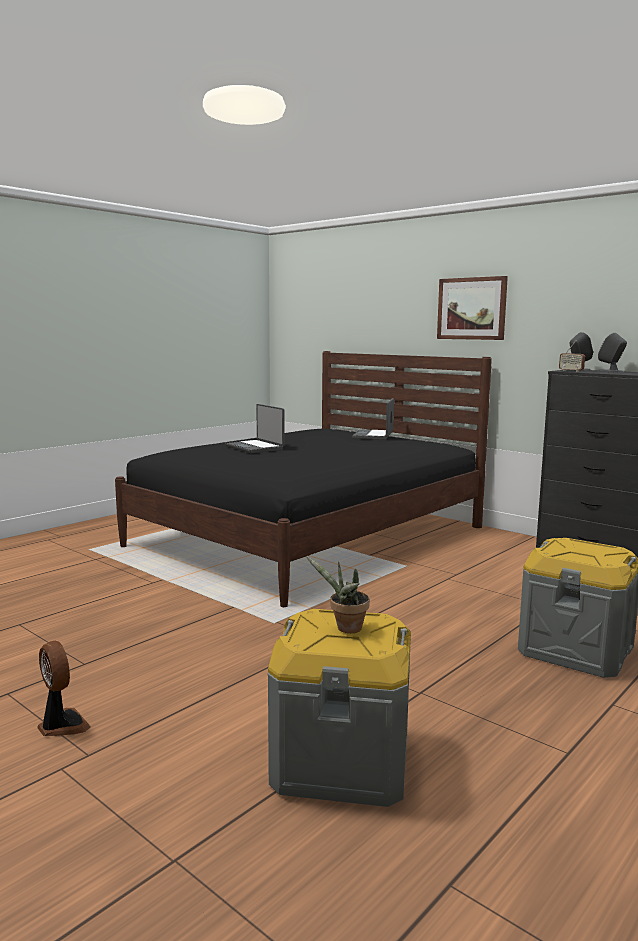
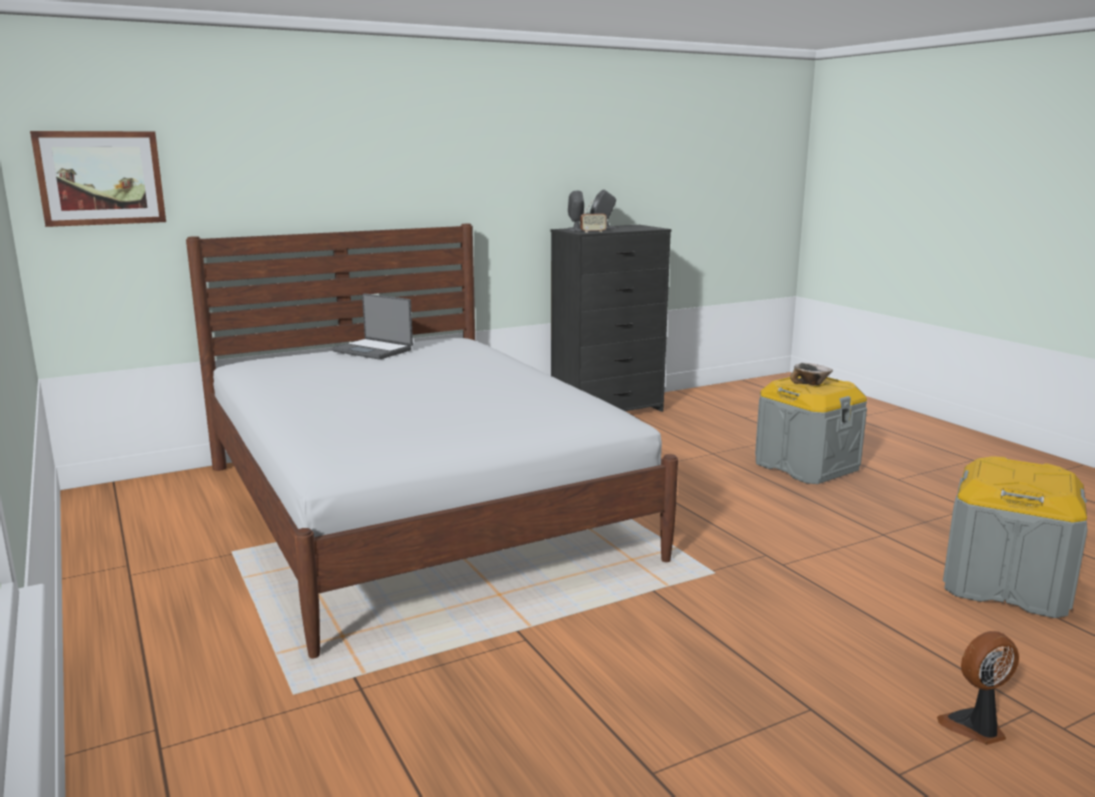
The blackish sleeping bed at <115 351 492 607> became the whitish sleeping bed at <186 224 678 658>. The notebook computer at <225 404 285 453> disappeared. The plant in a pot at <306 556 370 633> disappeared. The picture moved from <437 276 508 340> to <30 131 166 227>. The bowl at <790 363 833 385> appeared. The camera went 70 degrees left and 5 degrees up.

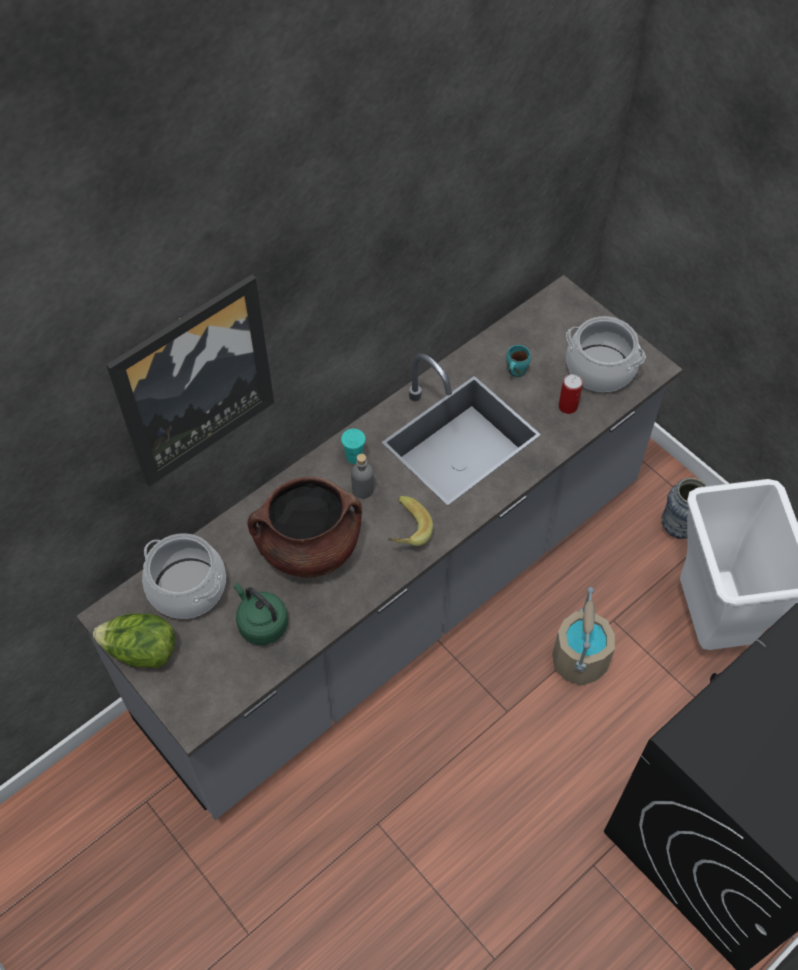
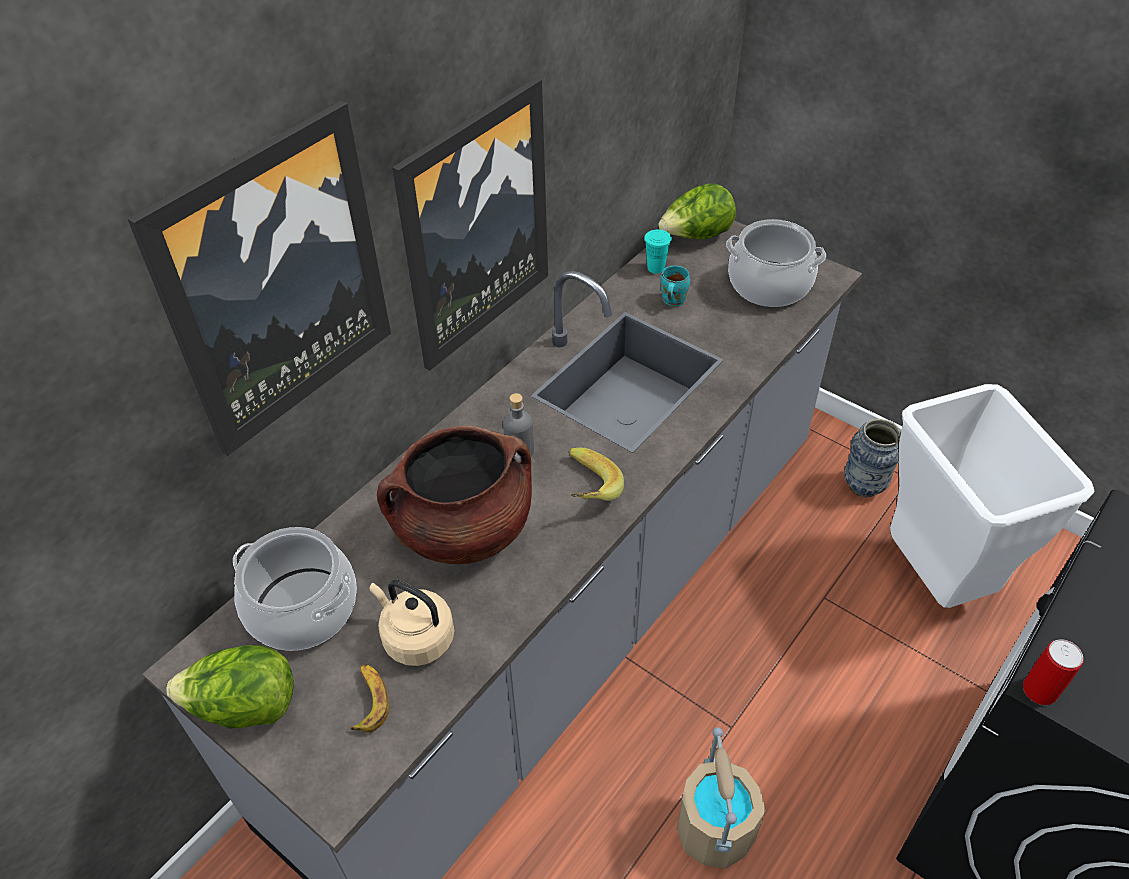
The green-coloured water kettle at <234 583 288 645> became the sand-coloured water kettle at <370 580 454 666>. The blue-green cup moved from <341 429 366 464> to <644 230 672 274>. The sand-coloured water bucket moved from <552 587 615 686> to <676 727 766 869>. The metal can moved from <559 374 583 414> to <1023 639 1084 705>. The banana fruit at <349 664 389 733> appeared. The picture at <392 78 548 371> appeared. The head of lettuce at <658 184 736 240> appeared. The camera went 10 degrees left and 10 degrees down.

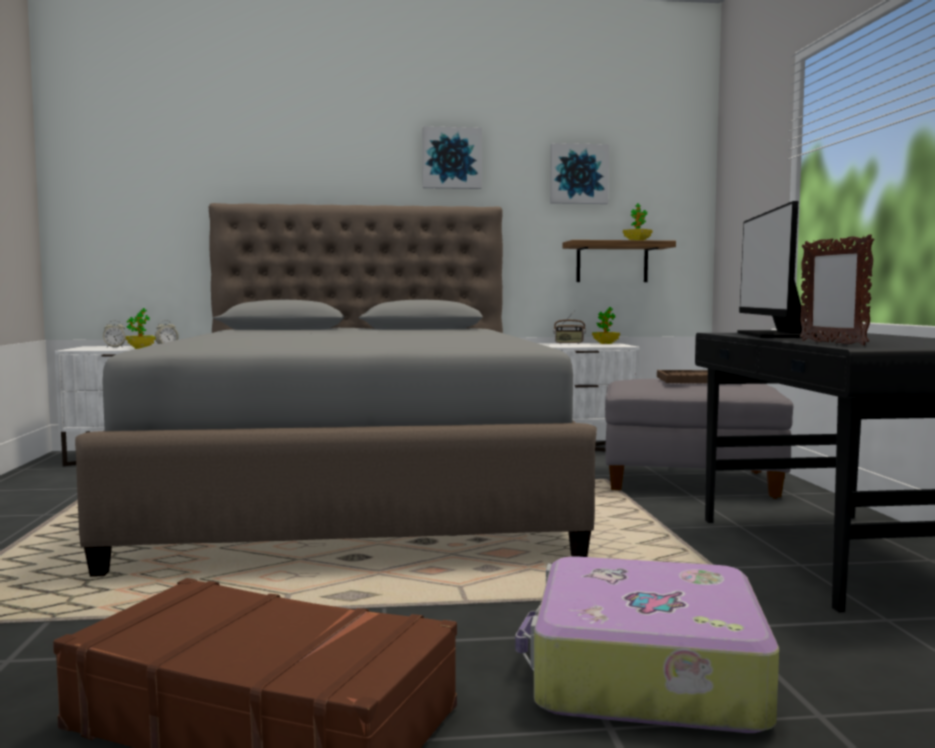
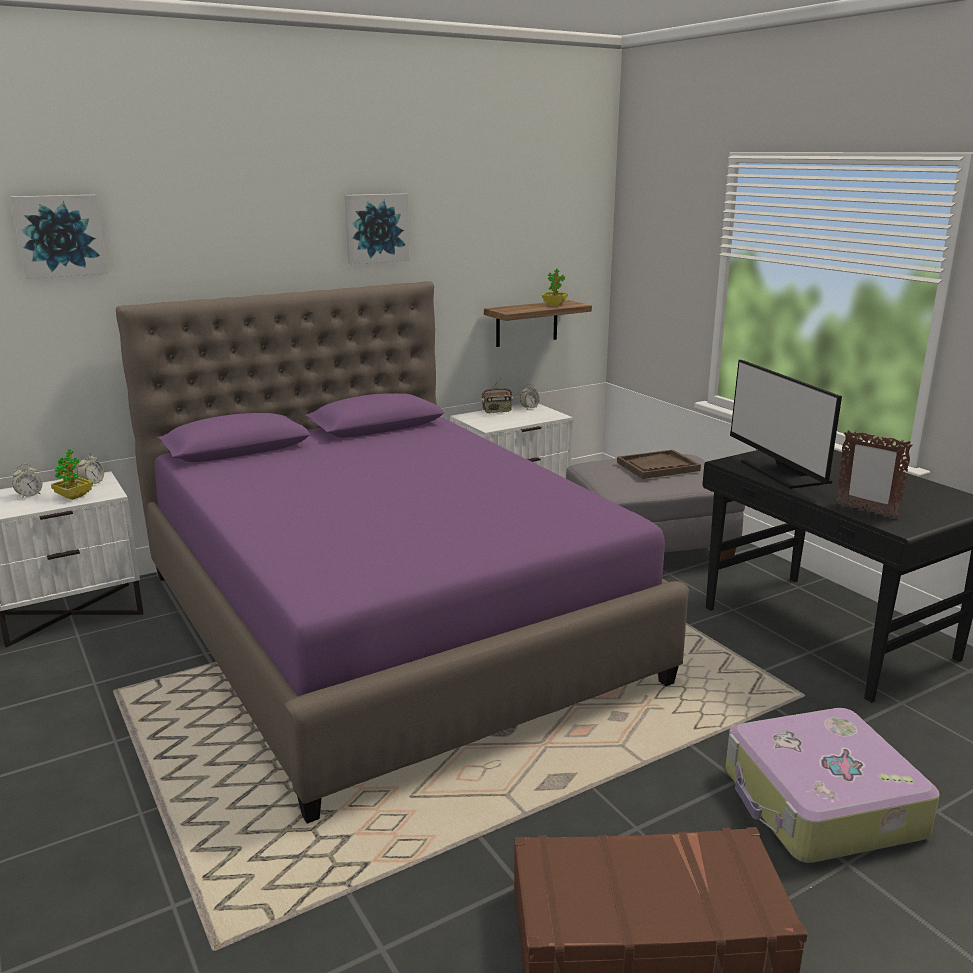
The greyish sleeping bed at <75 203 597 577> became the purple sleeping bed at <116 281 689 823>. The picture moved from <550 143 609 204> to <10 195 108 279>. The plant in a pot at <592 307 620 344> was replaced by the table clock at <520 384 540 409>. The camera went 25 degrees left and 15 degrees up.

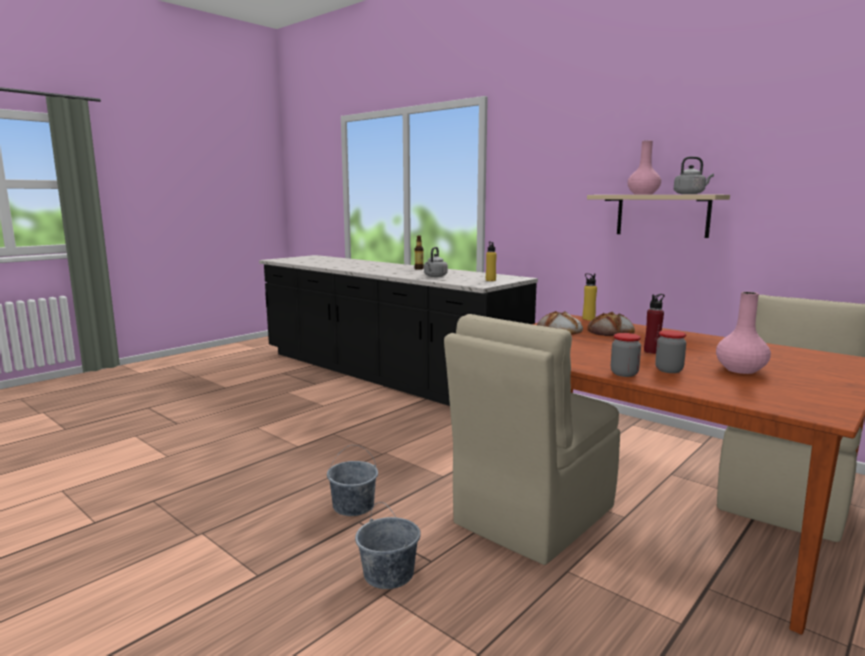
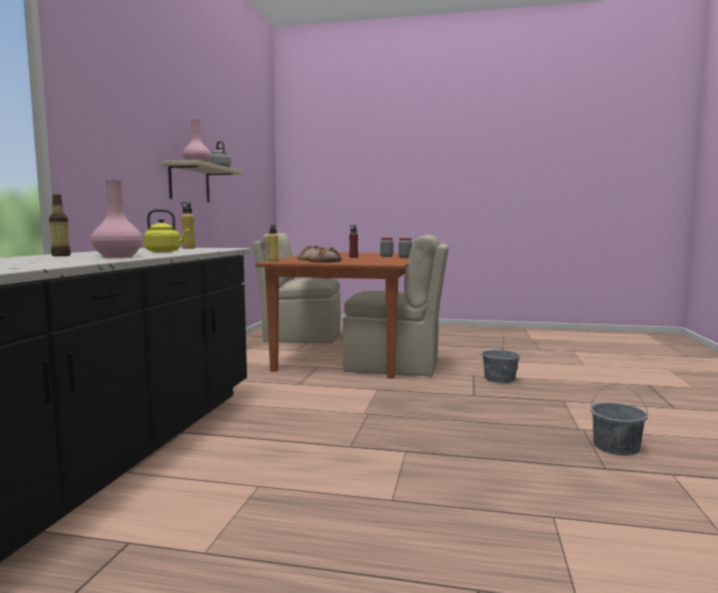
The greyish water bucket moved from <327 445 378 516> to <590 384 648 456>. The greyish water kettle at <424 247 448 277> became the yellow-coloured water kettle at <144 209 189 253>. The pink-coloured flower vase moved from <716 292 771 374> to <91 180 142 258>. The camera went 120 degrees left and 5 degrees down.

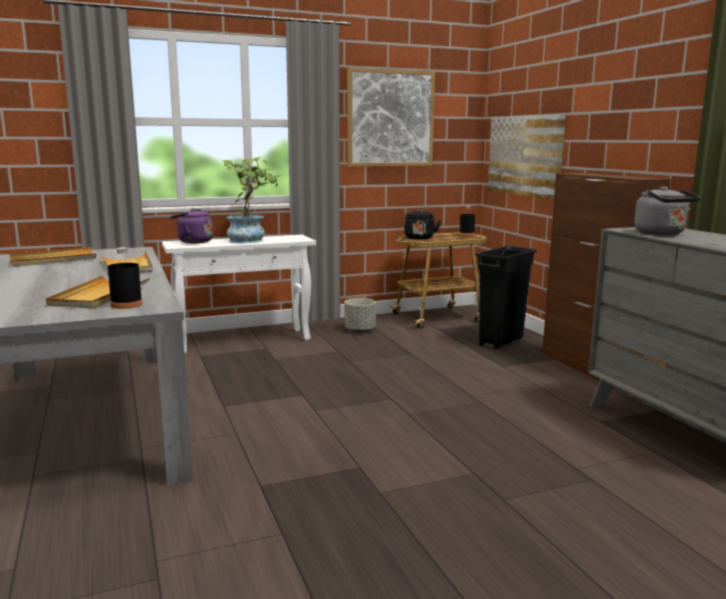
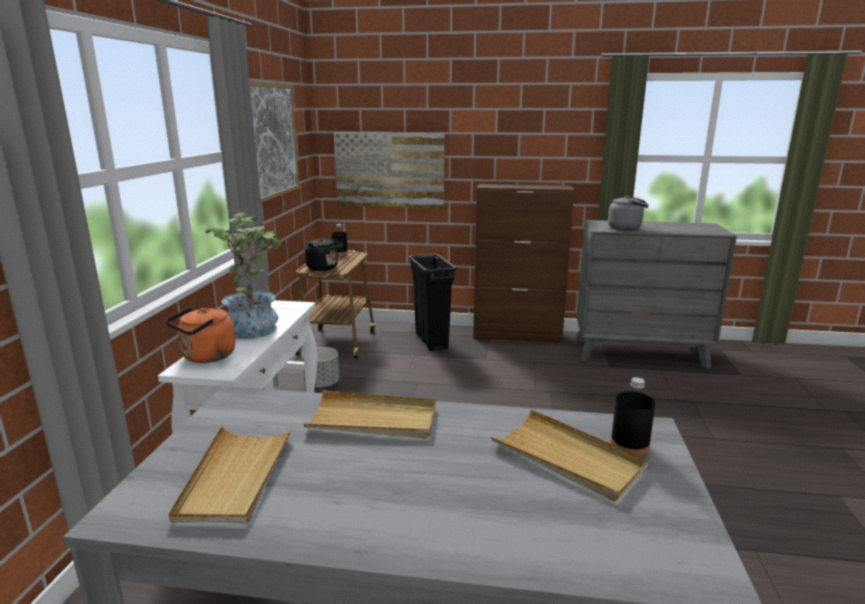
The purple water kettle at <170 209 213 243> became the orange-coloured water kettle at <165 307 235 363>. The camera went 60 degrees left and 5 degrees up.

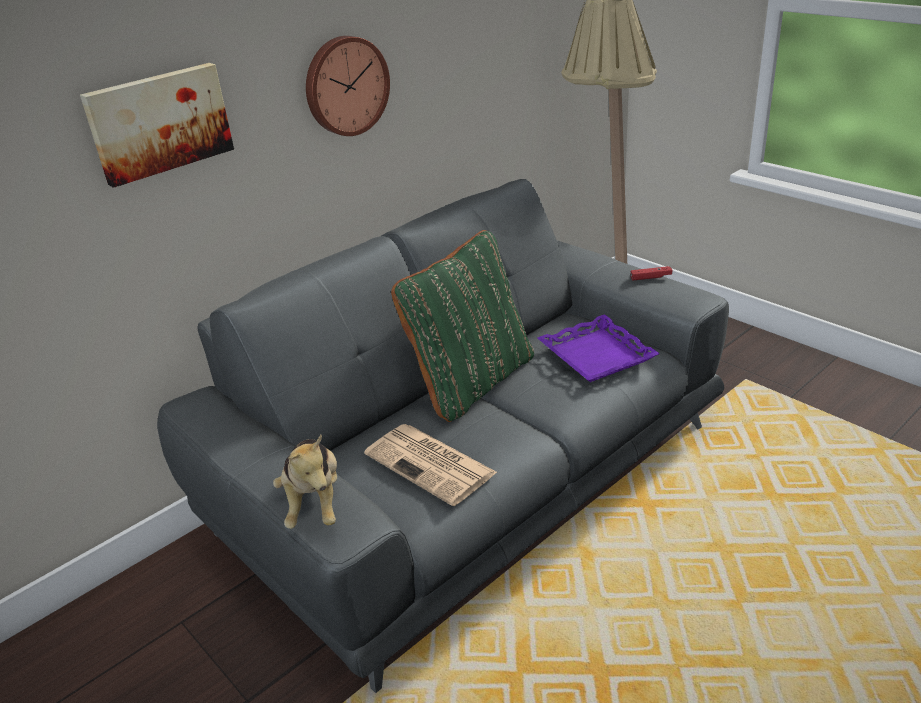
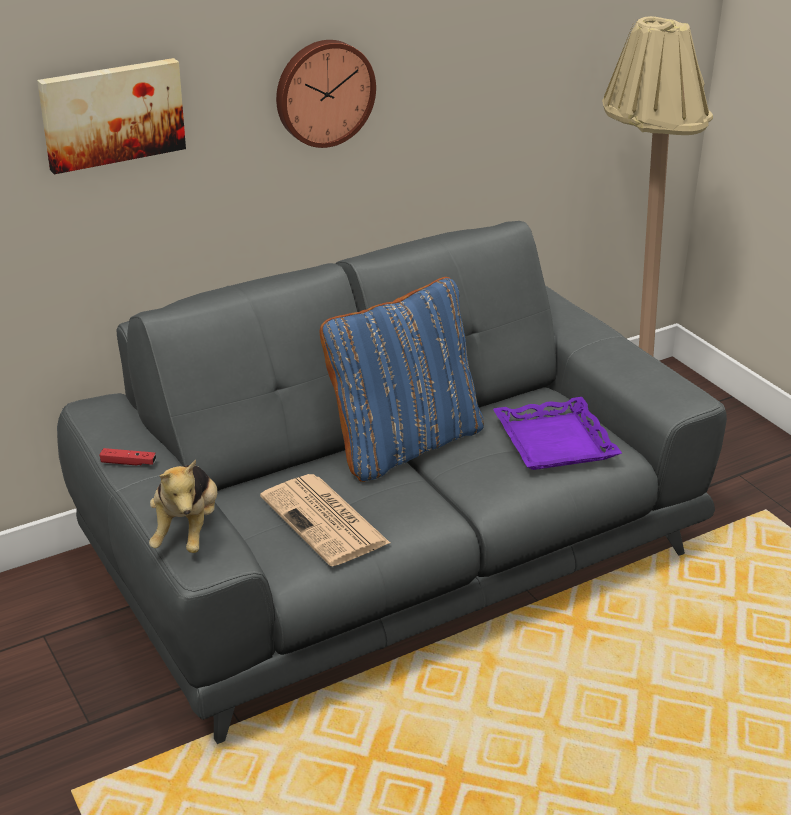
The green-coloured pillow at <391 230 534 422> became the blue-coloured pillow at <320 277 484 482>. The red joypad moved from <631 266 672 280> to <100 448 156 466>. The camera went 10 degrees right and 0 degrees up.

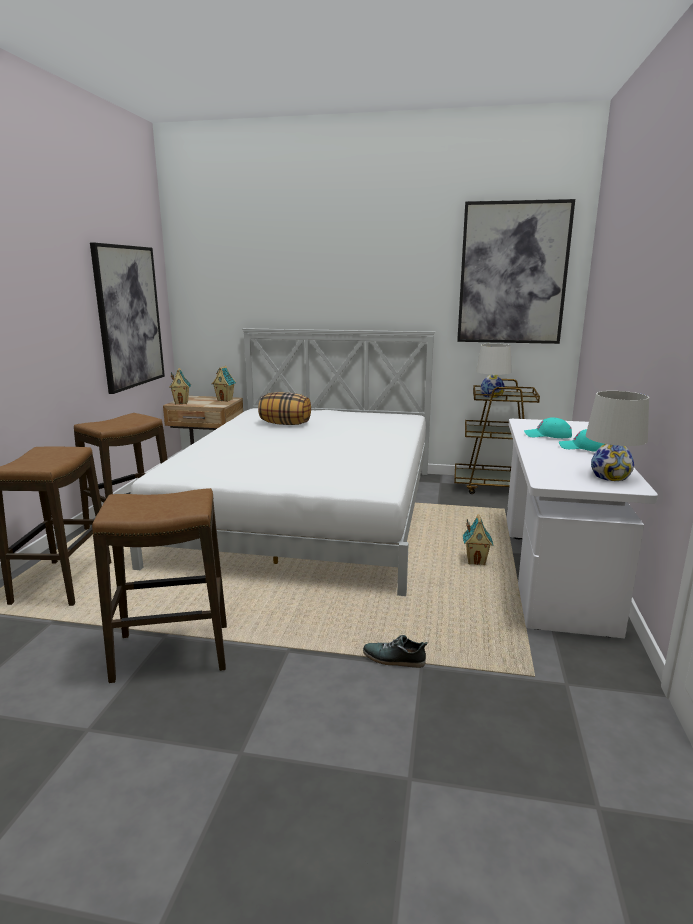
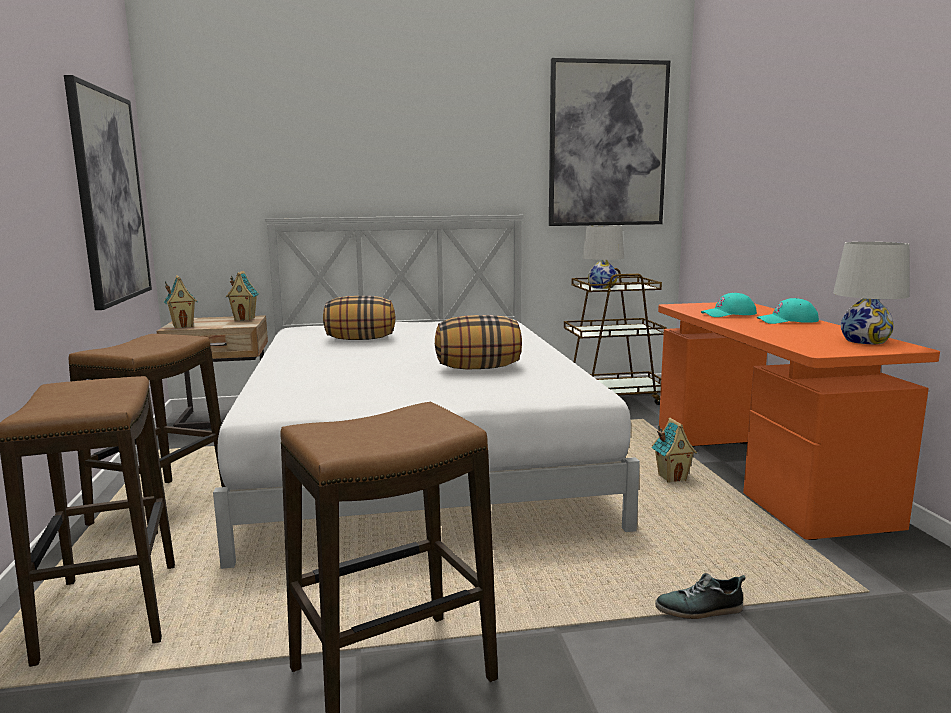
The whitish desk at <506 419 658 638> became the orange-coloured desk at <658 302 940 540>. The pillow at <435 315 522 369> appeared. The camera went 20 degrees left and 5 degrees down.

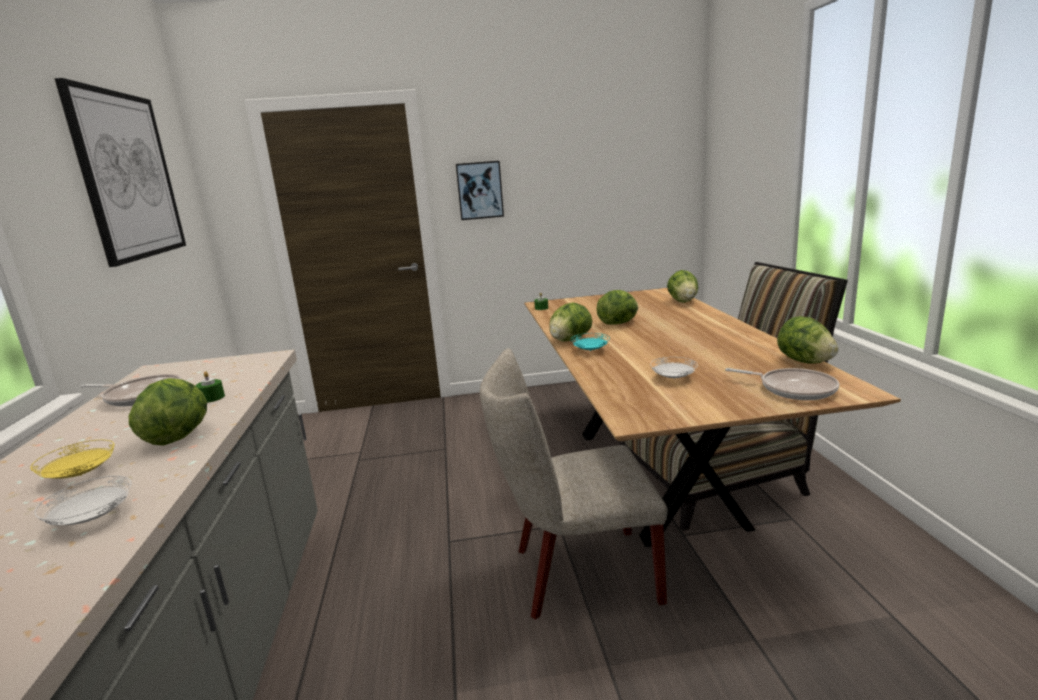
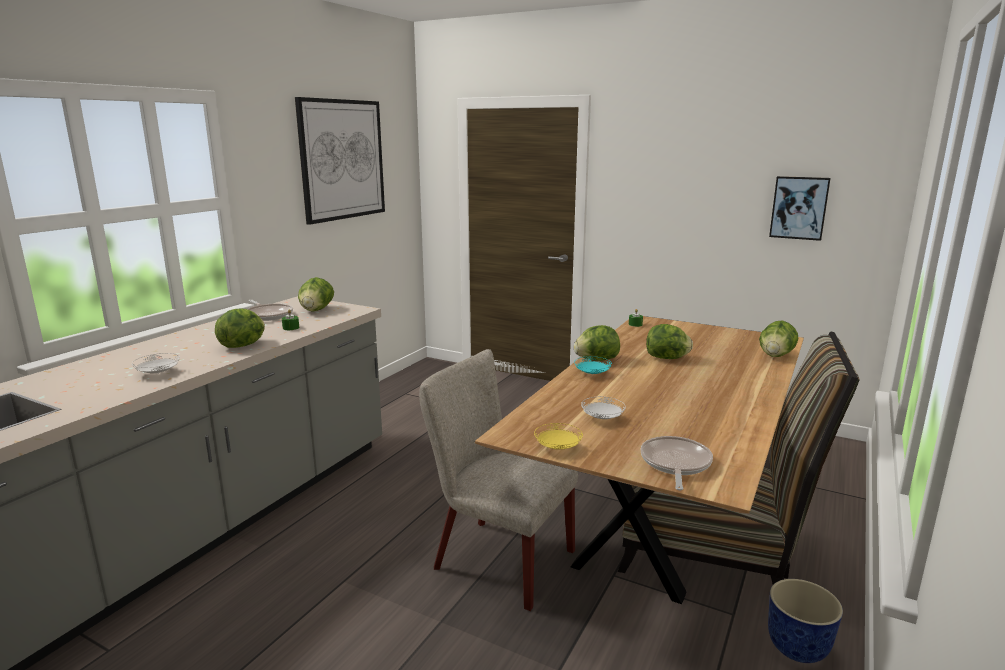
The yellow-coloured plate moved from <30 440 115 479> to <534 423 583 450>. The picture moved from <456 161 504 220> to <769 176 831 241>. The frying pan at <725 368 839 400> turned 150 degrees counterclockwise. The head of lettuce moved from <777 316 839 364> to <298 277 334 312>. The plant pot at <768 579 843 663> appeared. The camera went 35 degrees right and 0 degrees up.

